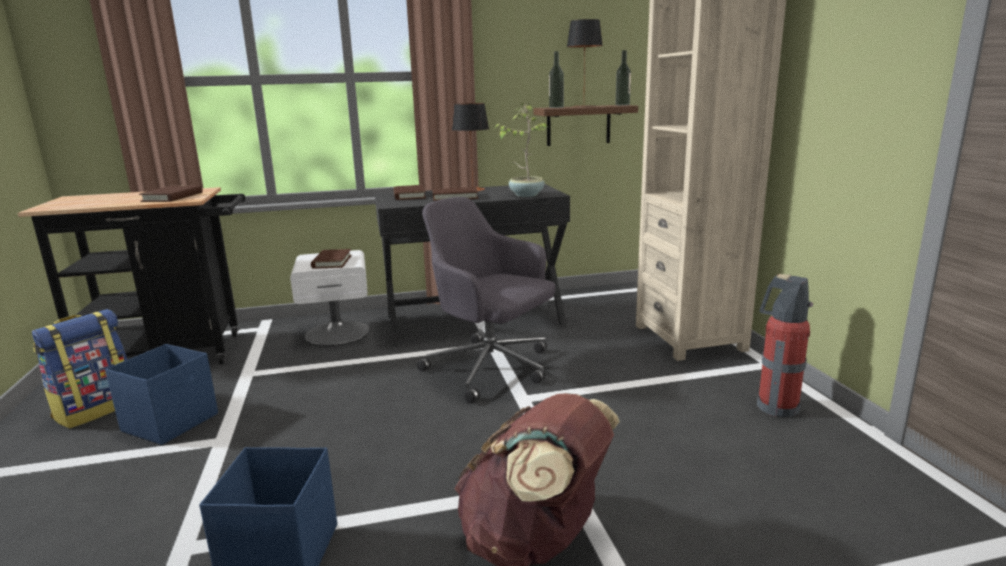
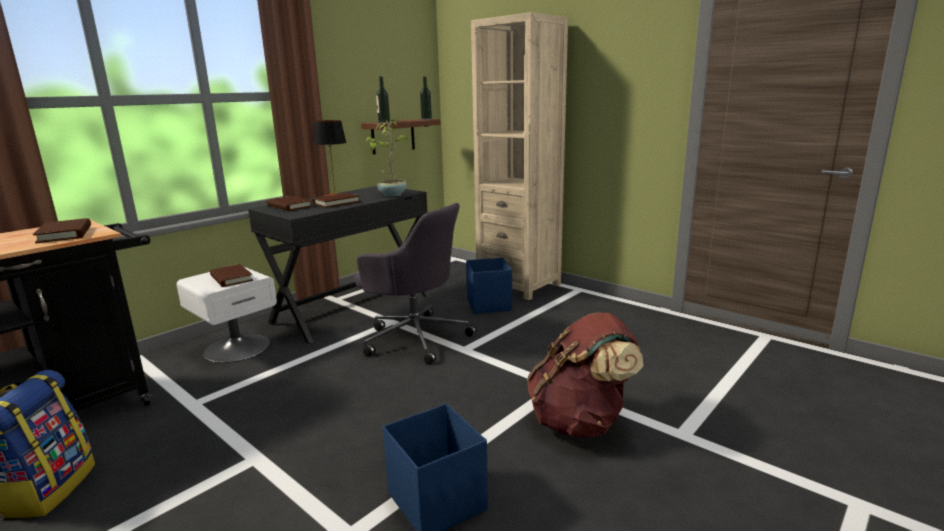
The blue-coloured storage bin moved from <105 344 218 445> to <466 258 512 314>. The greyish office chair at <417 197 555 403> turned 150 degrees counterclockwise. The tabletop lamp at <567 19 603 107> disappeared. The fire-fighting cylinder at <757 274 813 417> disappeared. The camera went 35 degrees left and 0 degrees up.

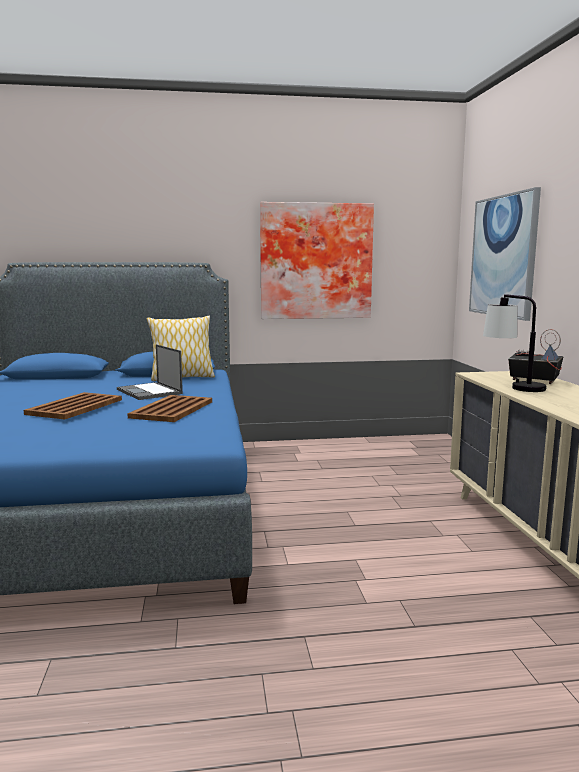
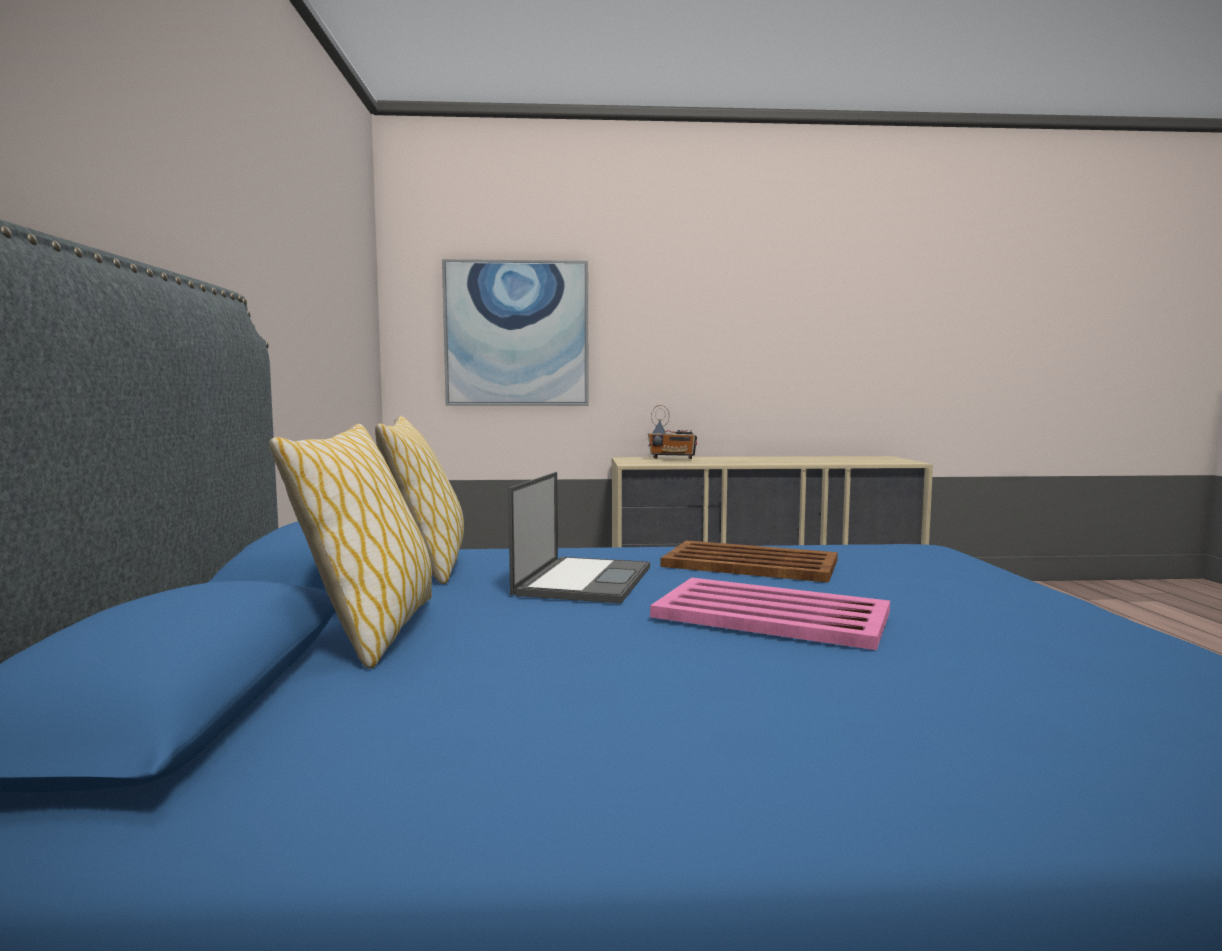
The brownish tray at <24 392 122 420> became the pink-coloured tray at <650 577 890 650>. The notebook computer at <117 344 183 400> turned 45 degrees counterclockwise. The picture at <260 202 374 319> disappeared. The tabletop lamp at <483 294 547 392> disappeared. The radio at <508 329 564 384> turned 120 degrees counterclockwise. The pillow at <269 424 432 669> appeared. The camera went 85 degrees left and 5 degrees down.

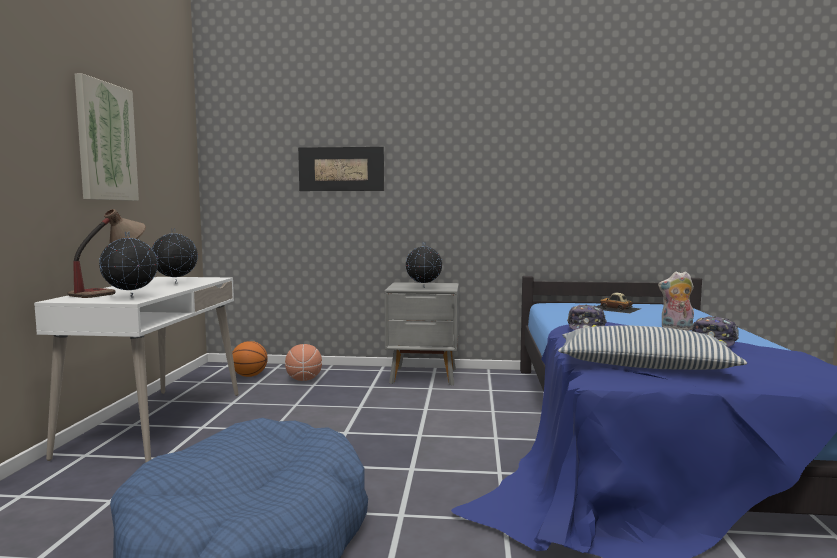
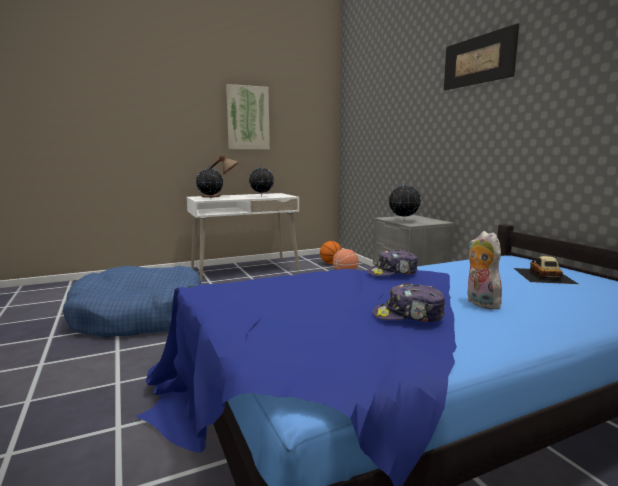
The picture moved from <298 147 384 191> to <444 23 519 90>. The pillow at <558 325 747 370> disappeared. The camera went 60 degrees right and 5 degrees up.

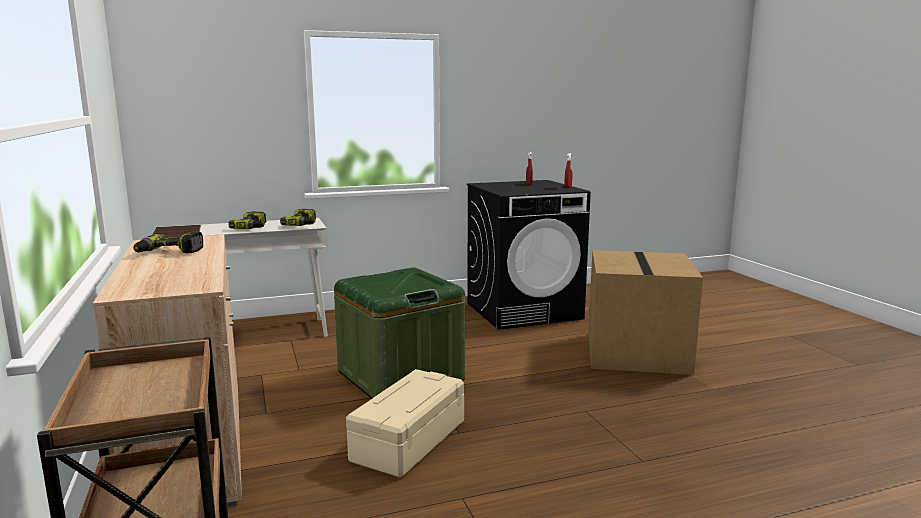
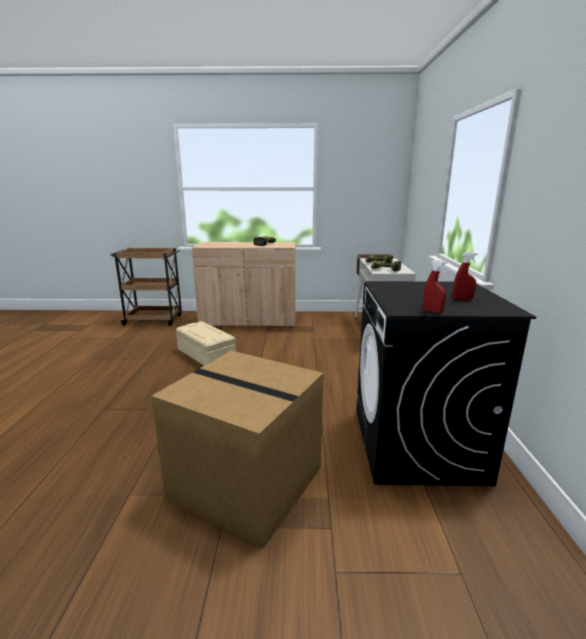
The green-coloured storage bin at <334 268 465 399> disappeared. The camera went 110 degrees right and 5 degrees up.

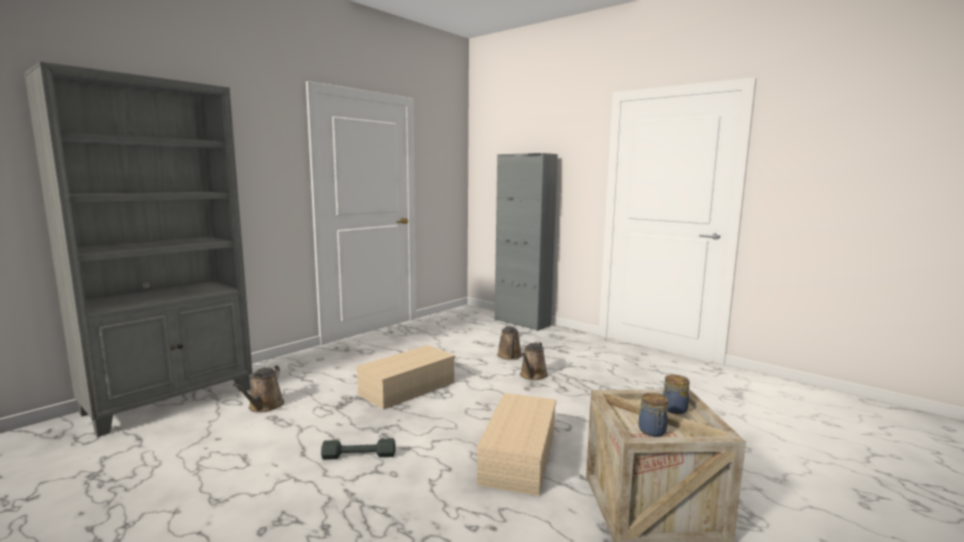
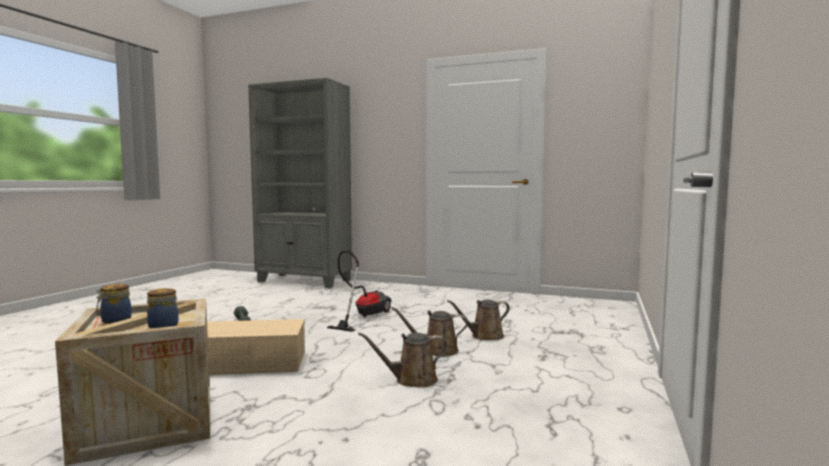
The brownish sprinkling can moved from <233 366 284 413> to <358 332 447 388>. The sand-coloured storage bin at <356 345 455 410> was replaced by the vacuum cleaner at <327 251 392 332>. The greyish storage cabinet at <495 153 558 331> disappeared. The camera went 70 degrees right and 5 degrees down.

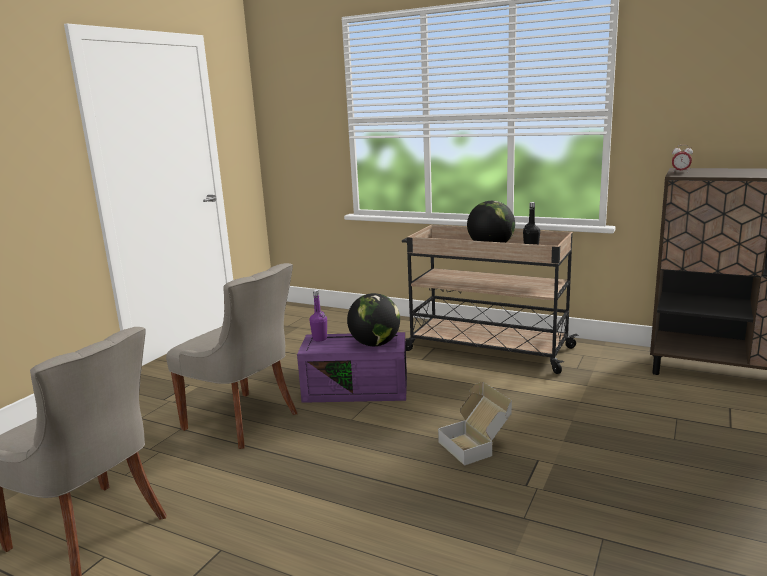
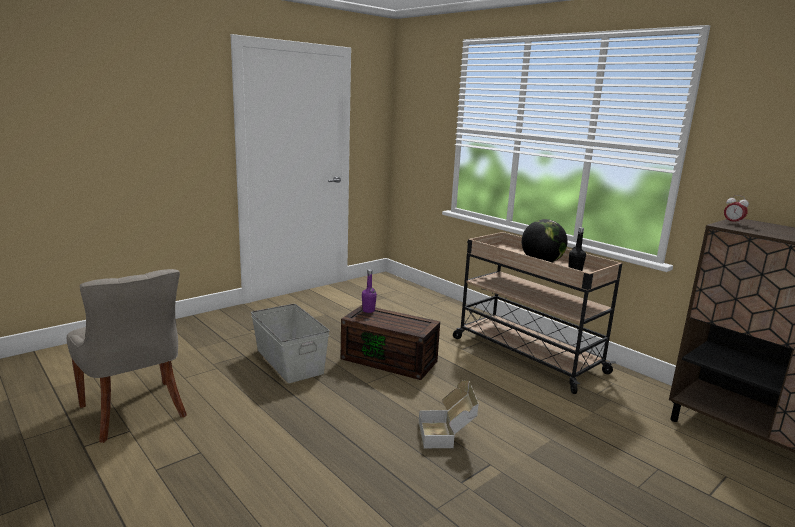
The greyish plain chair at <166 263 298 449> was replaced by the greyish storage bin at <251 304 330 383>. The purple storage bin at <297 332 407 403> became the brownish storage bin at <341 305 440 380>. The globe at <347 293 400 346> disappeared. The camera went 20 degrees right and 0 degrees up.

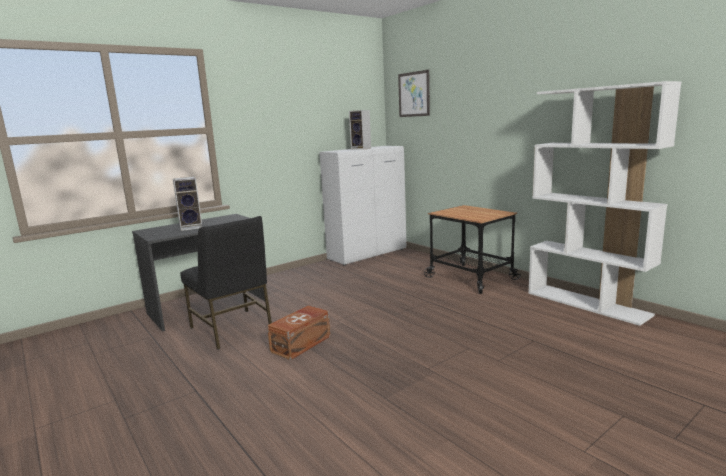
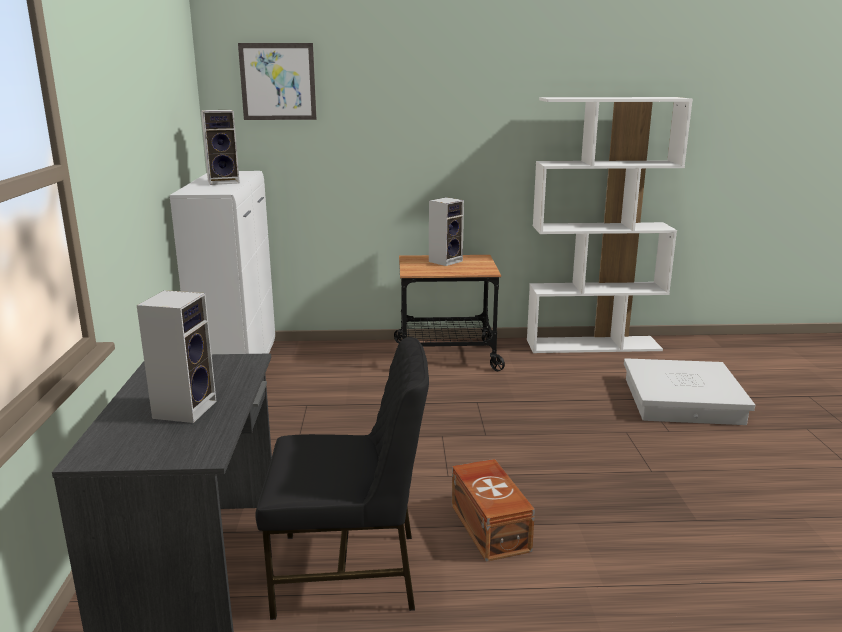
The audio speaker at <429 197 464 266> appeared. The whitish storage bin at <624 358 755 425> appeared. The camera went 55 degrees left and 5 degrees up.

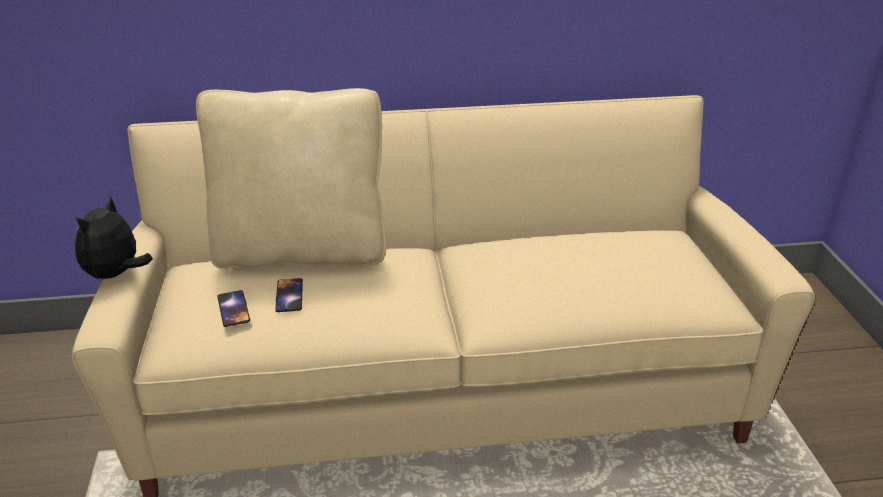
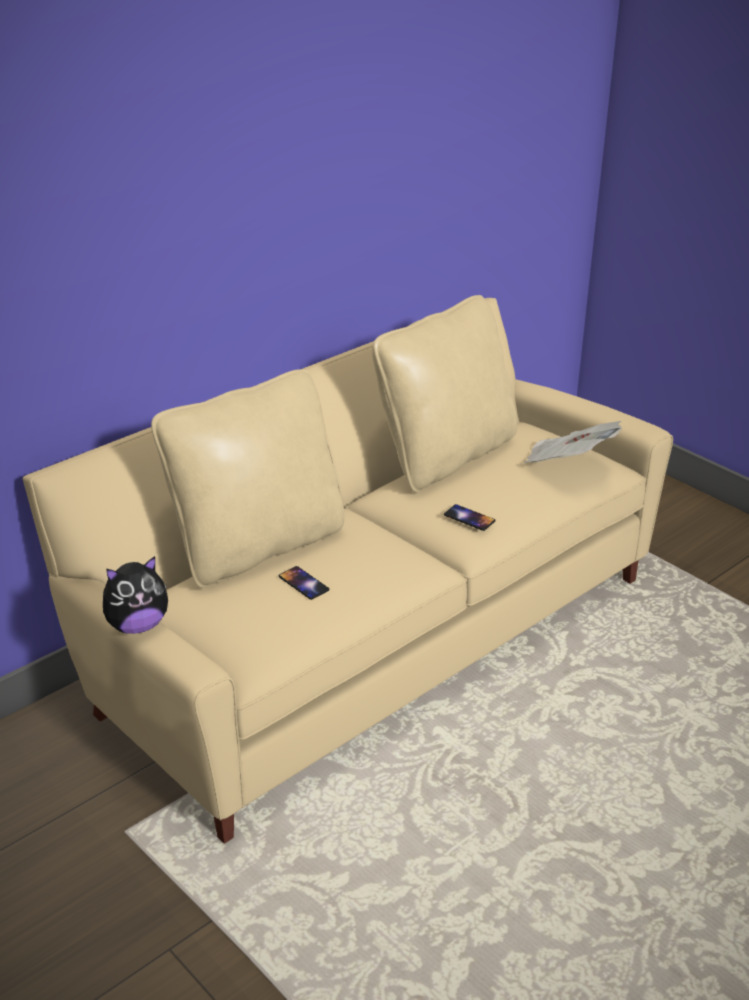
The plush toy at <74 195 153 281> turned 105 degrees counterclockwise. The phone moved from <217 290 250 327> to <444 504 496 531>. The sand-coloured pillow at <372 295 517 493> appeared. The printed paper at <524 421 622 463> appeared. The camera went 35 degrees left and 0 degrees up.

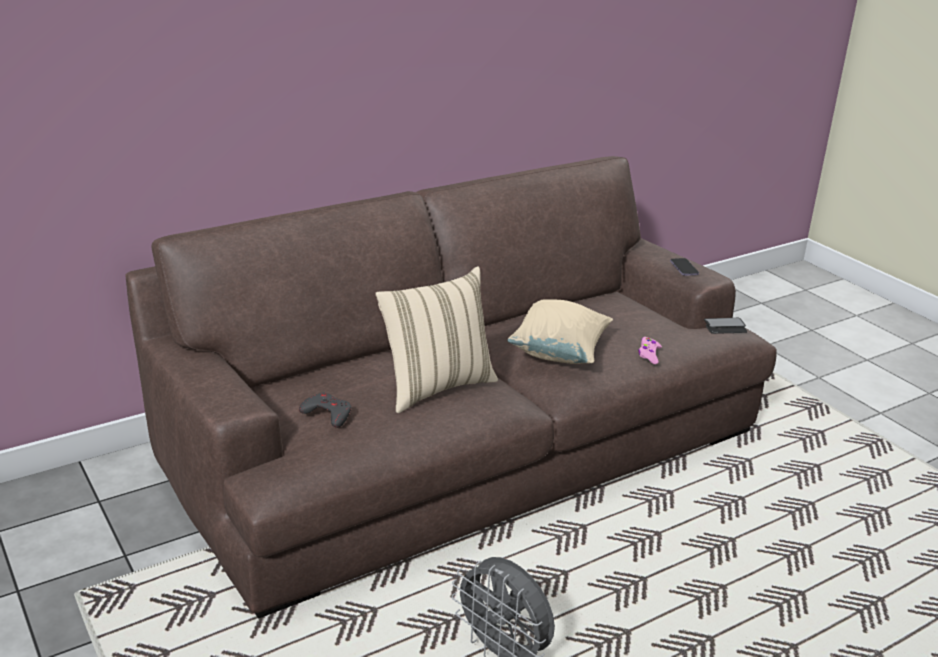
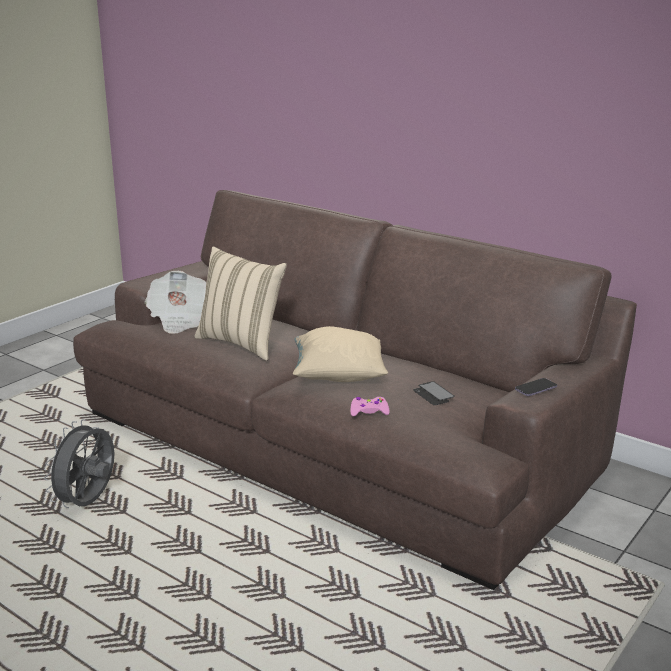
The greyish joypad at <299 392 352 428> was replaced by the printed paper at <145 271 206 334>. The phone moved from <704 318 748 334> to <413 381 455 405>. The camera went 70 degrees right and 5 degrees down.

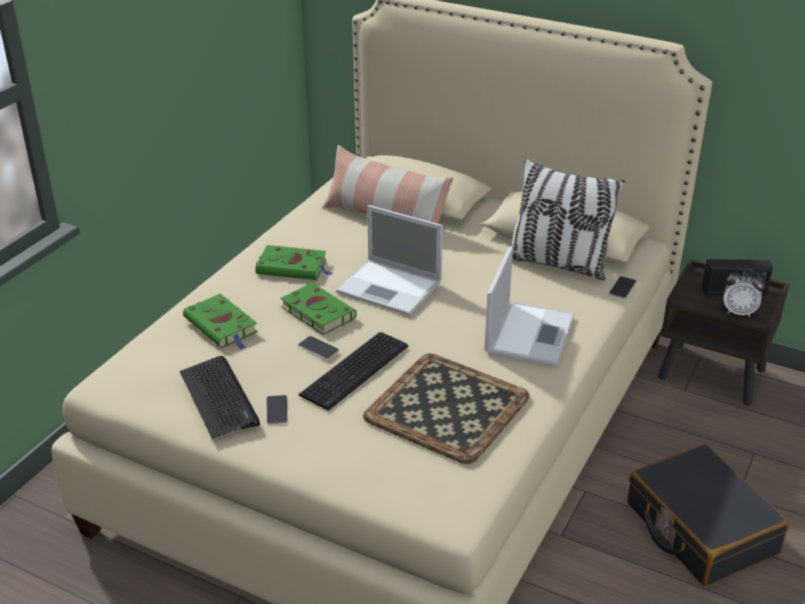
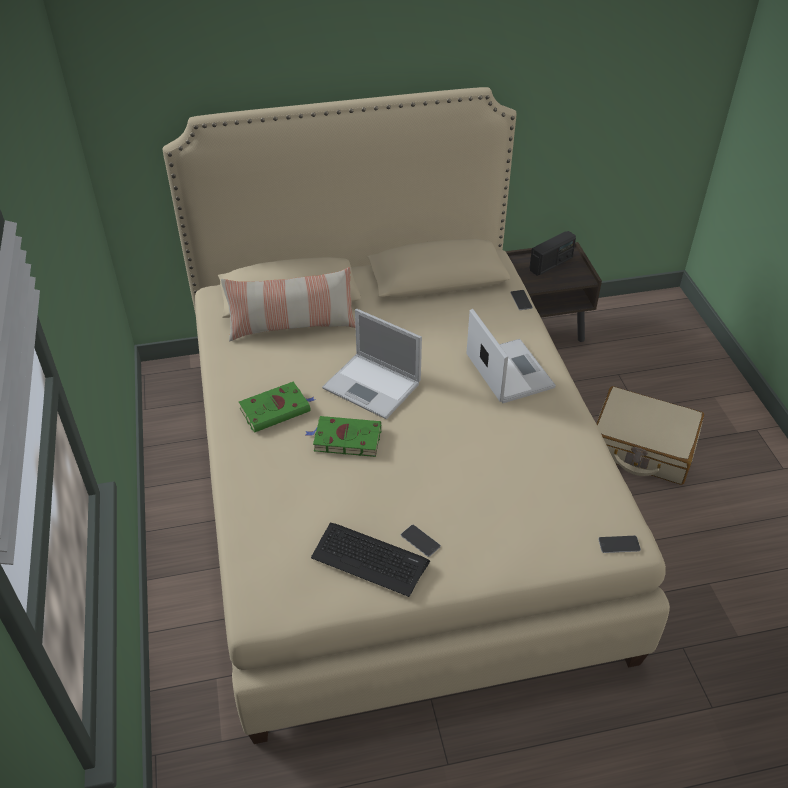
The green-coloured bound book at <183 294 258 350> disappeared. The PC keyboard at <298 332 408 411> disappeared. The phone moved from <298 336 339 359> to <598 536 641 553>. The notebook computer at <336 205 443 316> turned 45 degrees clockwise. The tray at <363 354 530 464> disappeared. The pillow at <512 159 625 281> disappeared. The blackish piece of luggage at <627 444 789 586> became the sand-coloured piece of luggage at <596 386 704 485>. The table clock at <723 269 765 318> disappeared. The camera went 40 degrees left and 10 degrees up.

